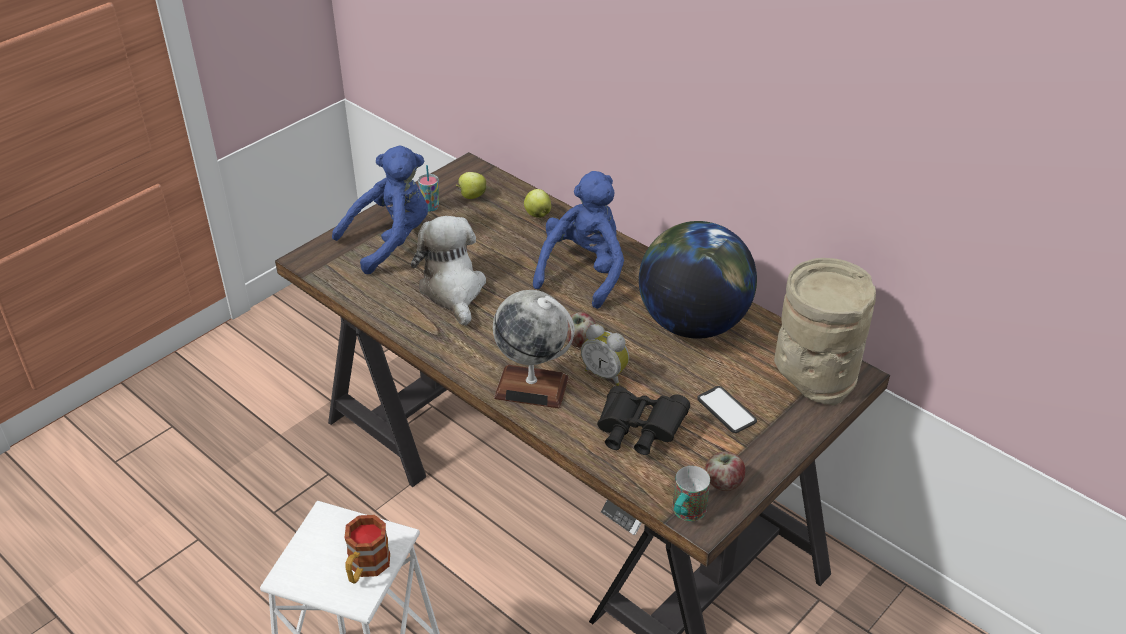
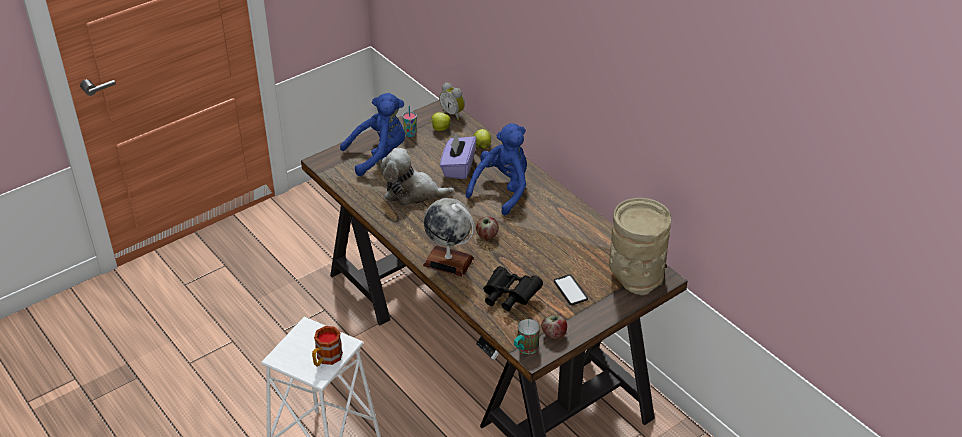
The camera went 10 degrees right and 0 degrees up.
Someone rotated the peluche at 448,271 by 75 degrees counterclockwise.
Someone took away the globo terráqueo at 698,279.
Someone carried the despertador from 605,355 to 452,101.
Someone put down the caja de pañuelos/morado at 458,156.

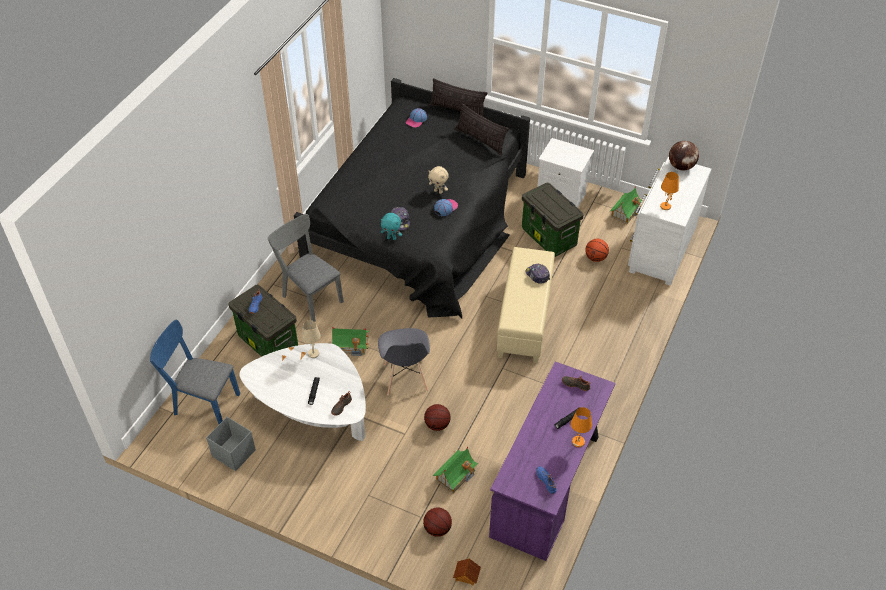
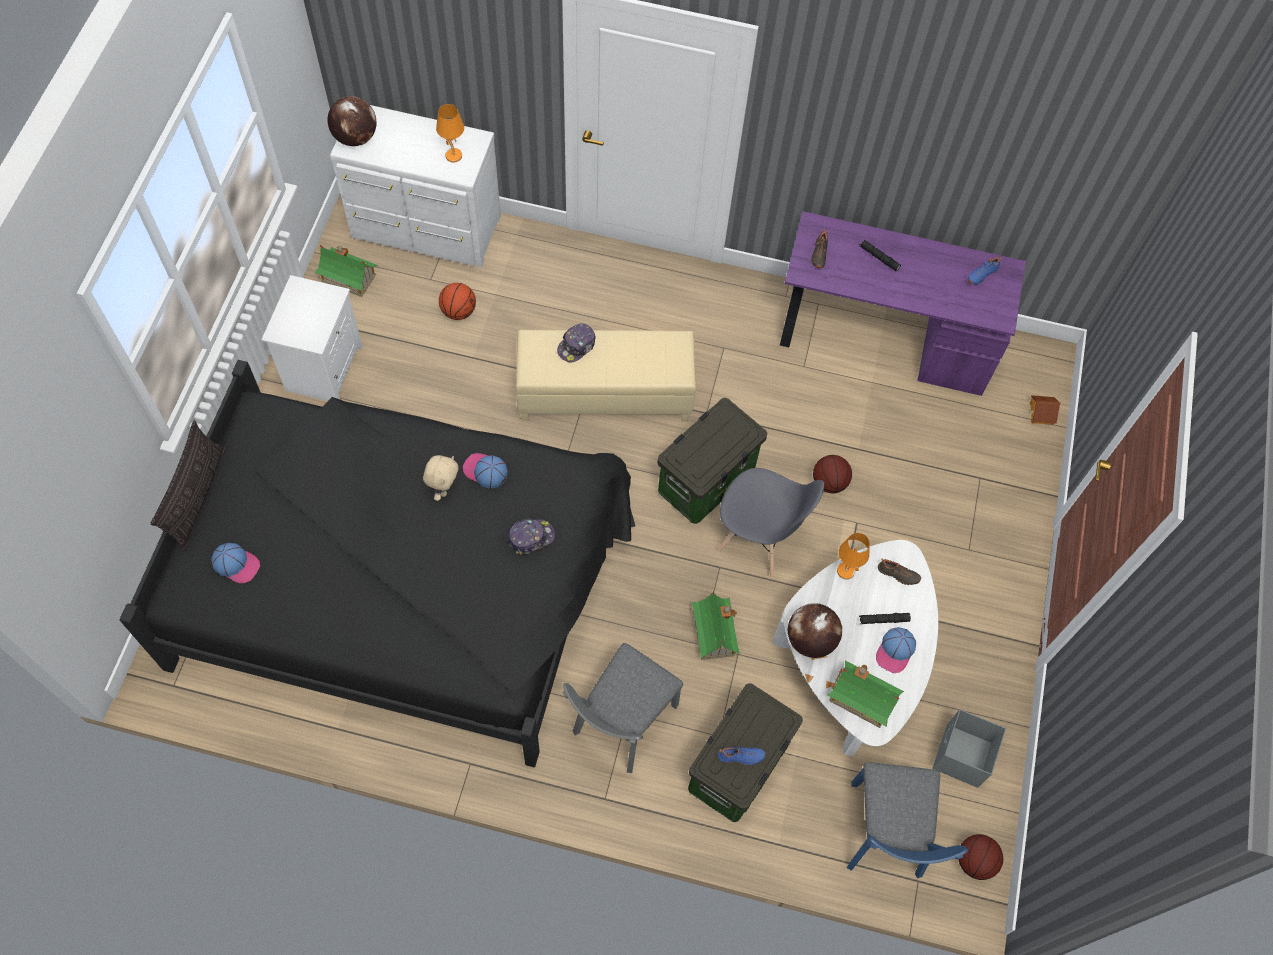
The camera went 105 degrees left and 15 degrees up.
Someone took away the cojín at 482,129.
Someone carried the caja de almacenaje from 553,220 to 712,461.
Someone took away the peluche/turquesa at 391,226.
Someone swapped the lámpara de mesa/beis at 311,339 for the globo terráqueo at 815,630.
Someone rotated the silla/gris at 404,362 by 45 degrees clockwise.
Someone carried the lámpara de mesa/naranja from 581,427 to 853,556.
Someone carried the casita from 455,470 to 866,694.
Someone carried the balón de baloncesto from 437,522 to 980,857.
Someone put down the gorra at 896,650.

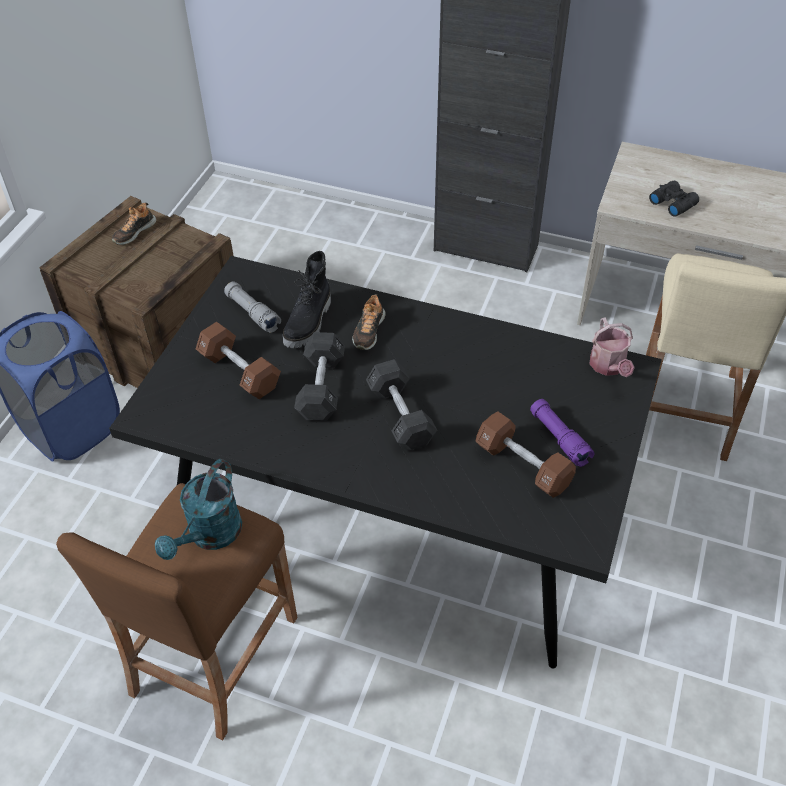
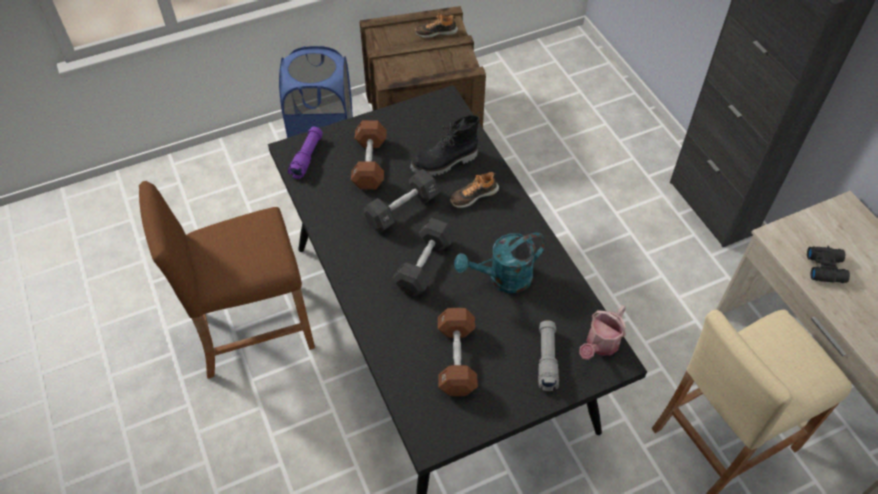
The camera went 45 degrees right and 5 degrees up.
Someone carried the linterna/gris from 252,307 to 548,356.
Someone carried the linterna/morado from 562,433 to 305,153.
Someone carried the regadera/turquesa from 198,509 to 500,263.

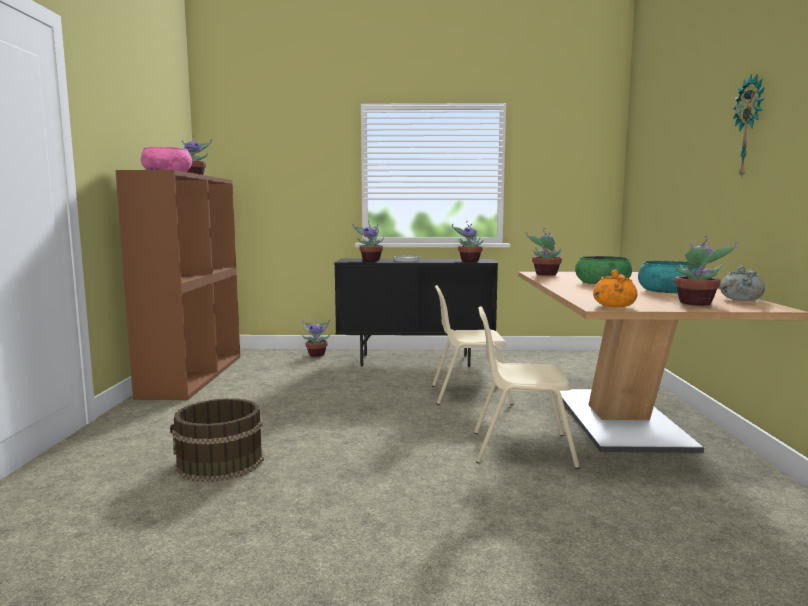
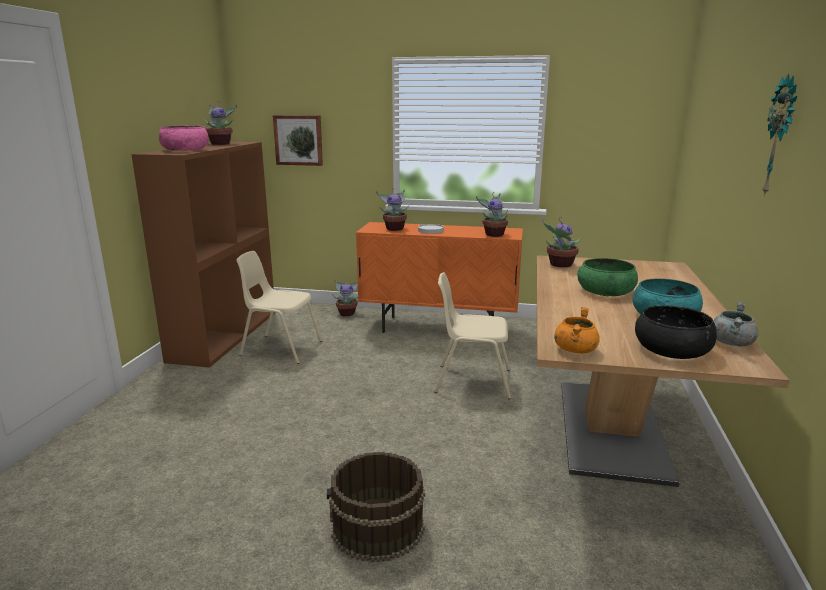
The camera went 10 degrees right and 10 degrees up.
Someone swapped the planta en maceta at 706,270 for the cuenco/negro at 676,332.
Someone repainted the armario/negro at 416,313, which became the armario/naranja at 439,277.
Someone carried the silla/beis from 527,387 to 280,307.
Someone carried the cubo/marrón from 217,440 to 376,507.
Someone put up the cuadro at 298,140.

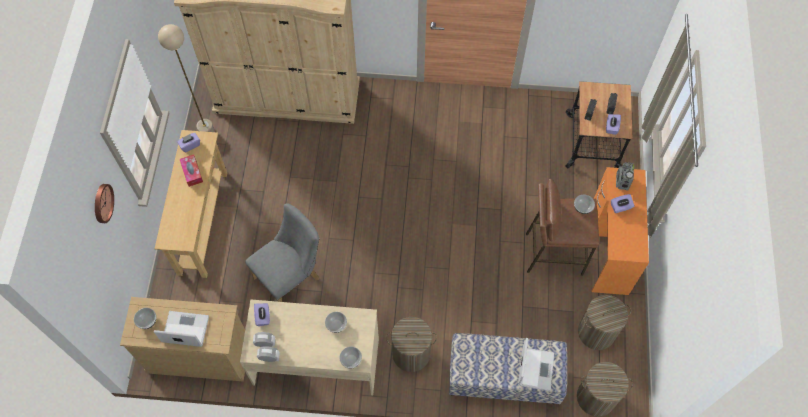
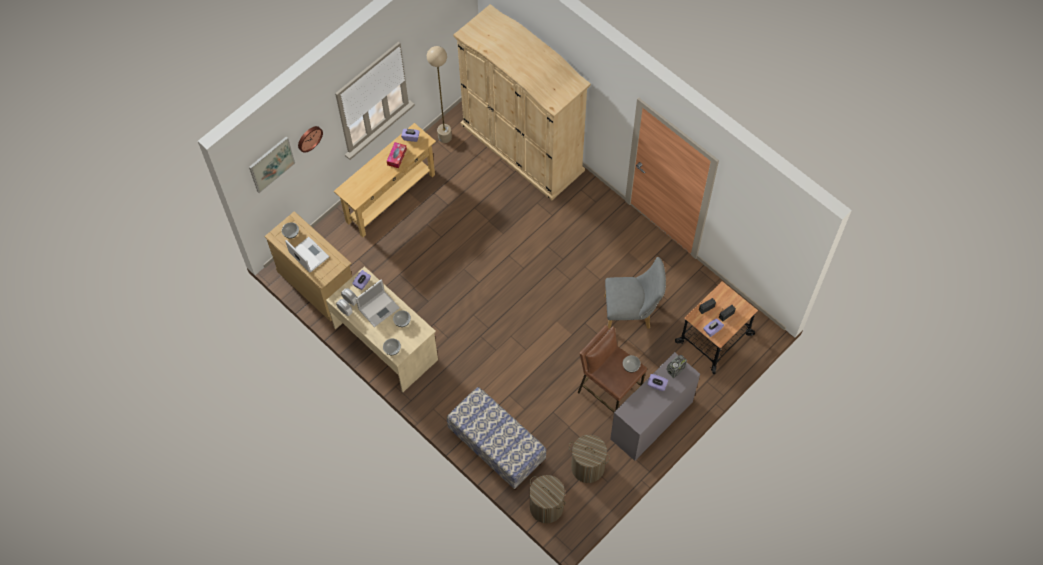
The camera went 40 degrees right and 0 degrees up.
Someone repainted the escritorio/naranja at 620,231, which became the escritorio/gris at 655,406.
Someone carried the silla/gris from 282,252 to 635,293.
Someone took away the cesto de la ropa at 411,344.
Someone carried the portátil from 536,364 to 378,303.
Someone put up the cuadro at 272,164.

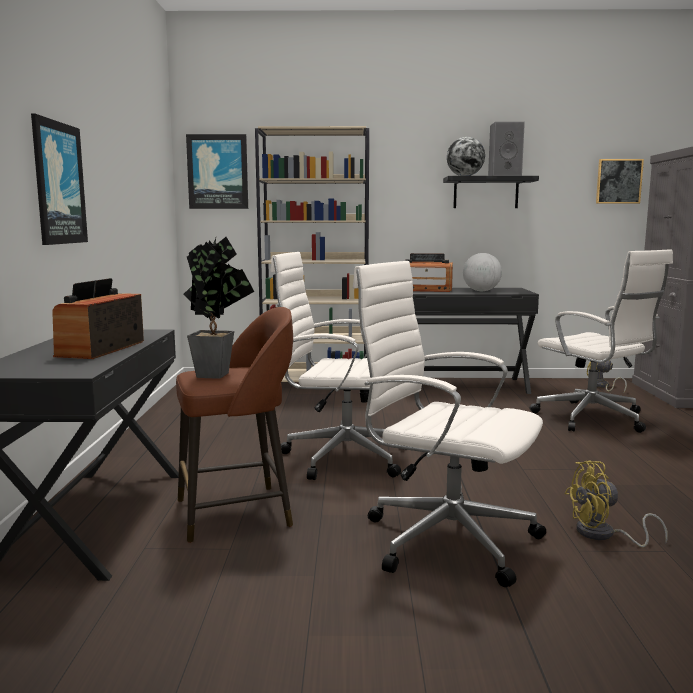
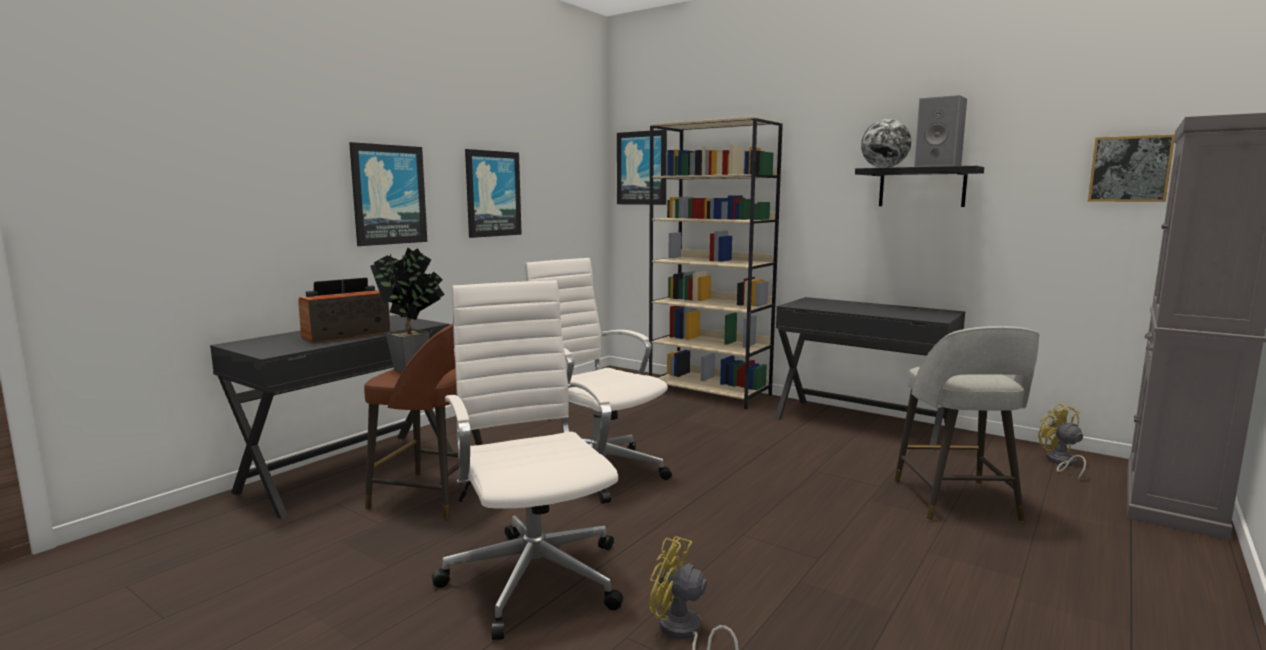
The camera went 35 degrees right and 0 degrees up.
Someone swapped the silla de oficina/blanco at 601,341 for the taburete/gris at 967,424.
Someone took away the radio at 429,272.
Someone took away the globo terráqueo at 482,272.
Someone put up the cuadro at 493,193.

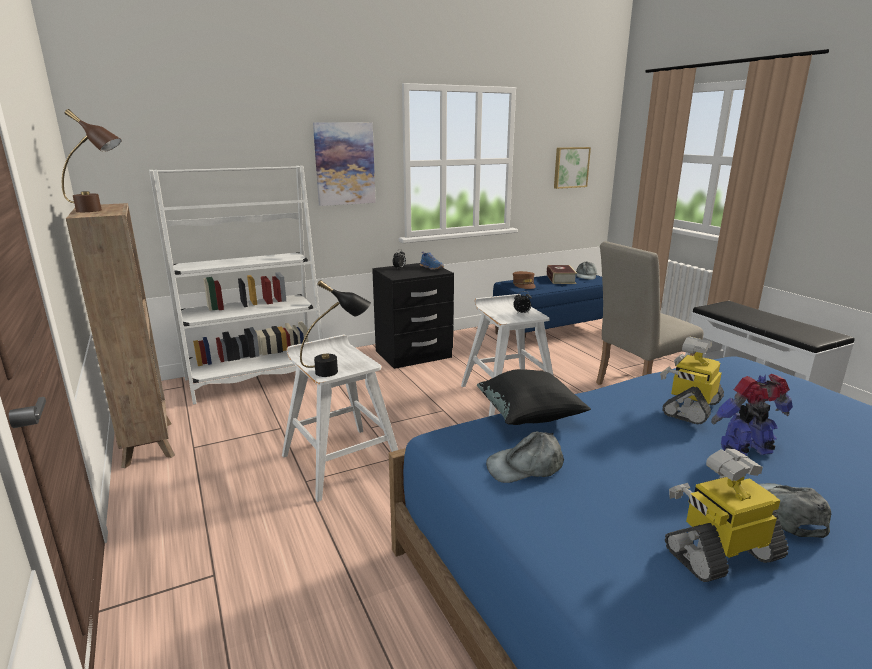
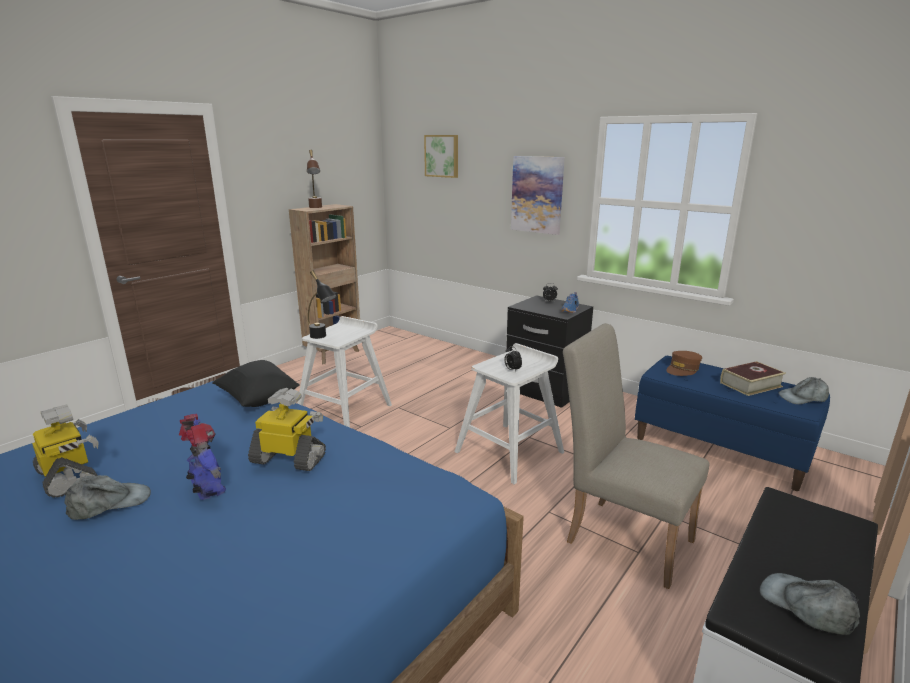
The camera went 65 degrees right and 0 degrees up.
Someone carried the cuadro from 572,168 to 441,156.
Someone took away the estantería/blanco at 236,285.
Someone carried the gorra/gris from 525,457 to 810,604.

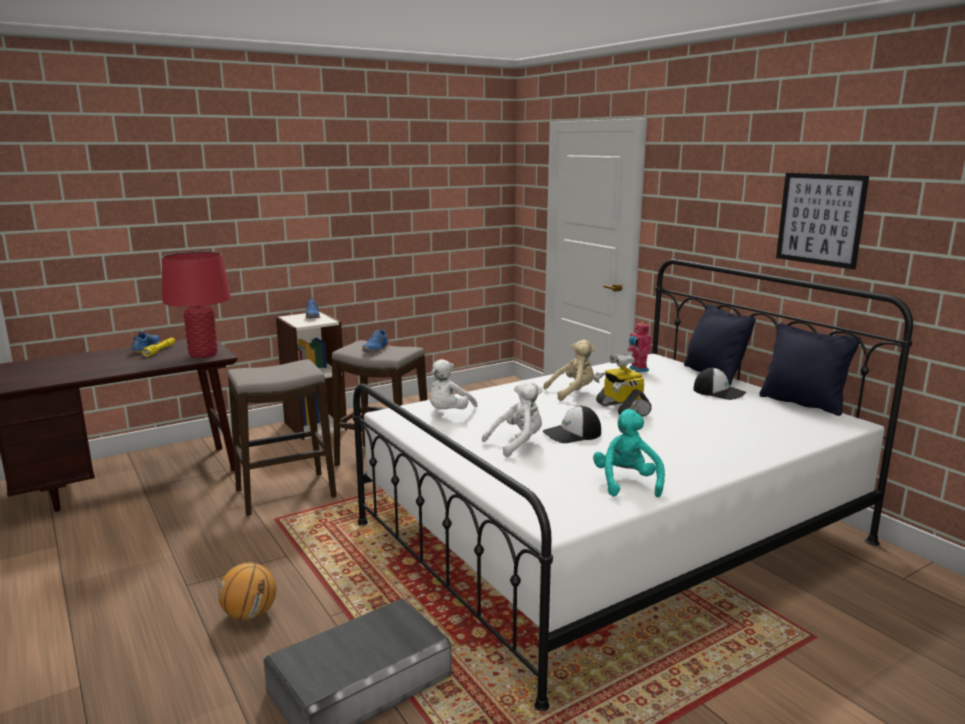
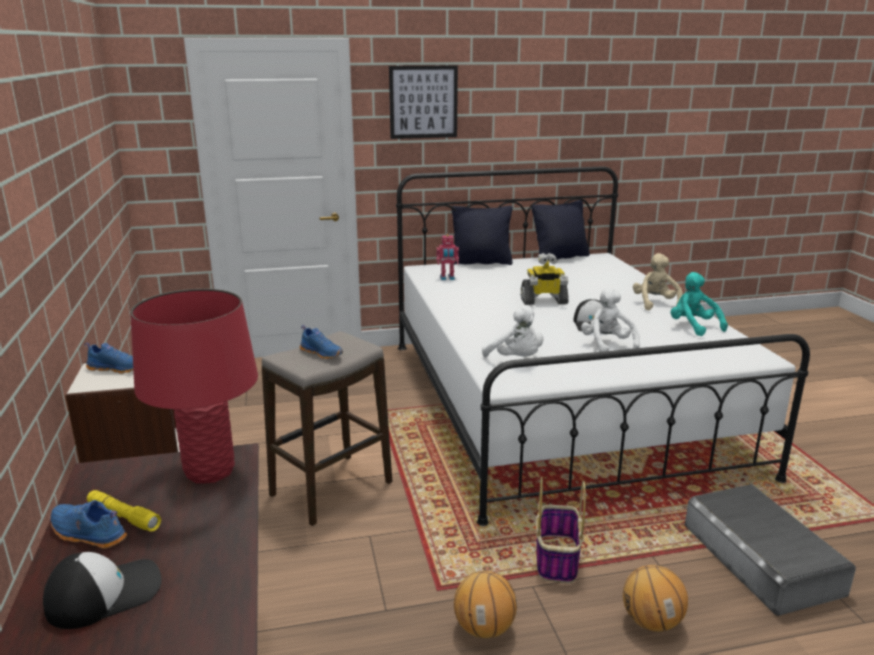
The camera went 70 degrees left and 5 degrees up.
Someone carried the cuadro from 822,221 to 423,102.
Someone carried the peluche/beis from 569,370 to 658,282.
Someone took away the taburete at 282,437.
Someone carried the gorra from 719,384 to 102,590.
Someone rotated the peluche/turquesa at 629,453 by 45 degrees clockwise.
Someone put down the cesta at 561,530.
Someone put down the balón de baloncesto at 485,604.

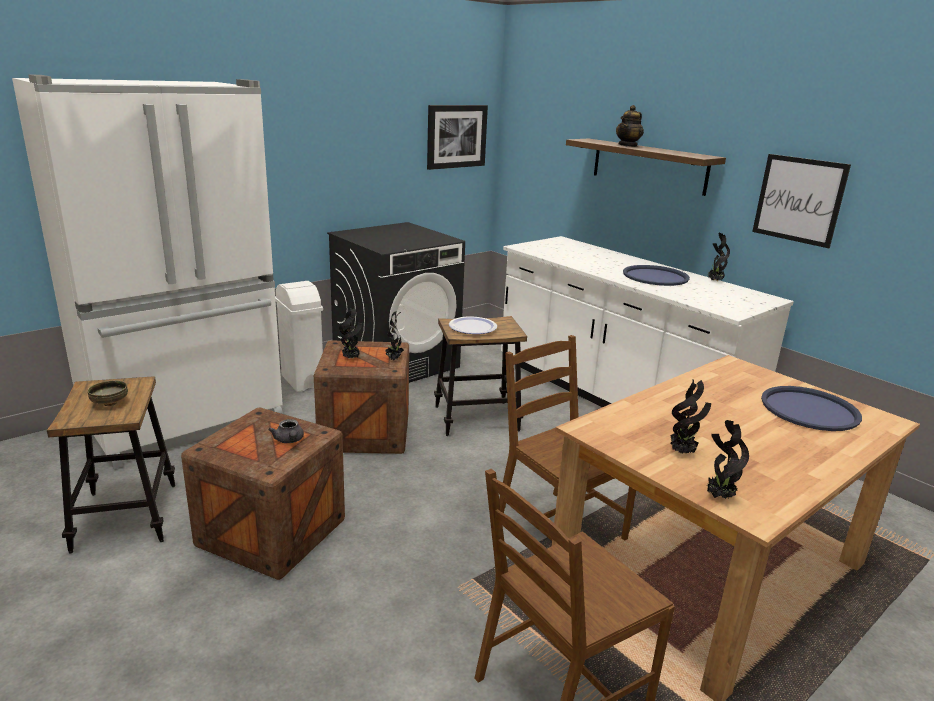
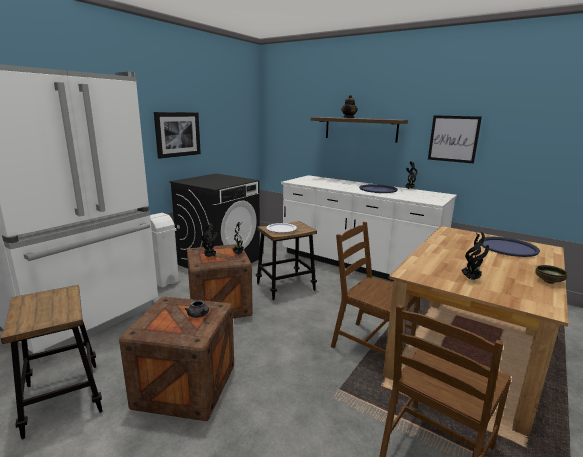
The camera went 15 degrees left and 5 degrees down.
Someone carried the cuadro from 457,137 to 177,135.
Someone carried the cuenco from 107,393 to 551,274.
Someone took away the planta en maceta at 728,459.

